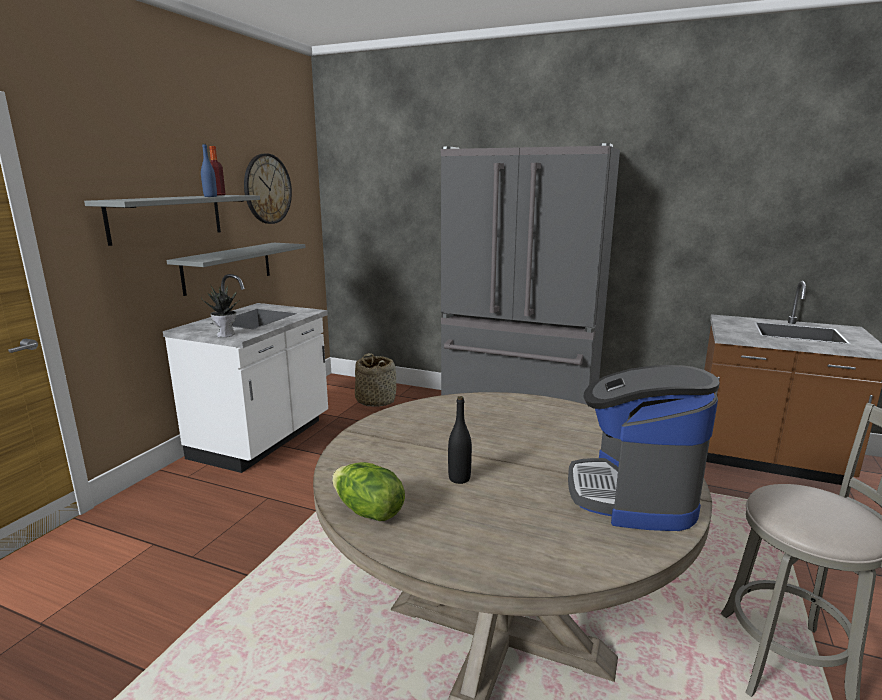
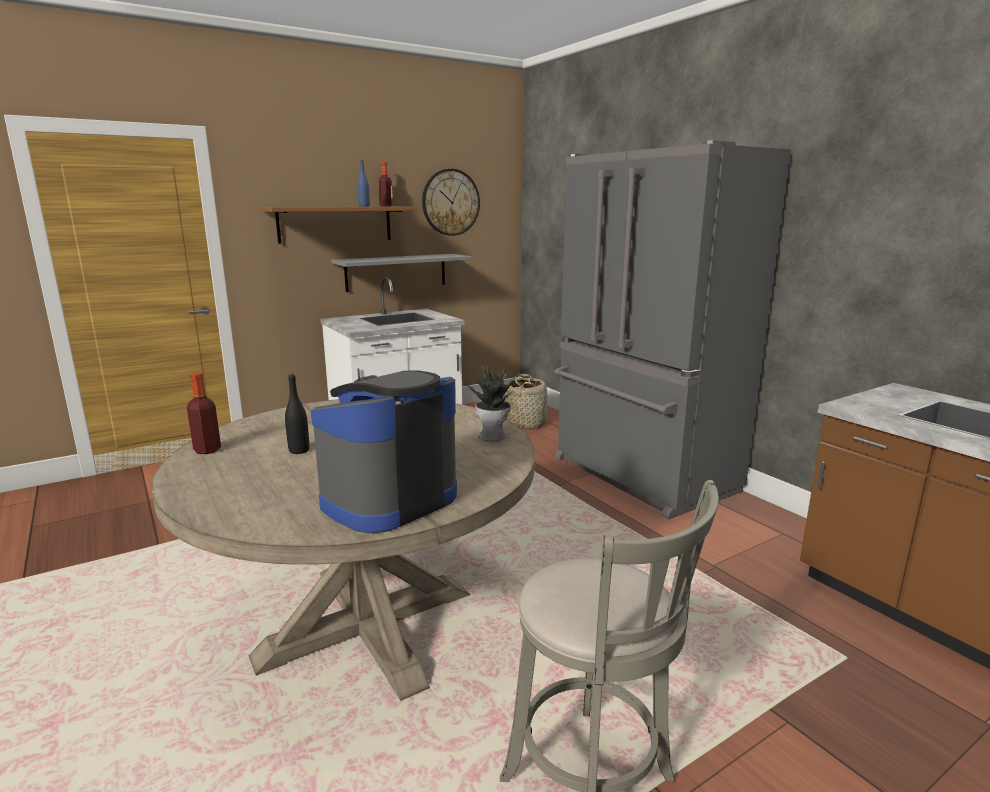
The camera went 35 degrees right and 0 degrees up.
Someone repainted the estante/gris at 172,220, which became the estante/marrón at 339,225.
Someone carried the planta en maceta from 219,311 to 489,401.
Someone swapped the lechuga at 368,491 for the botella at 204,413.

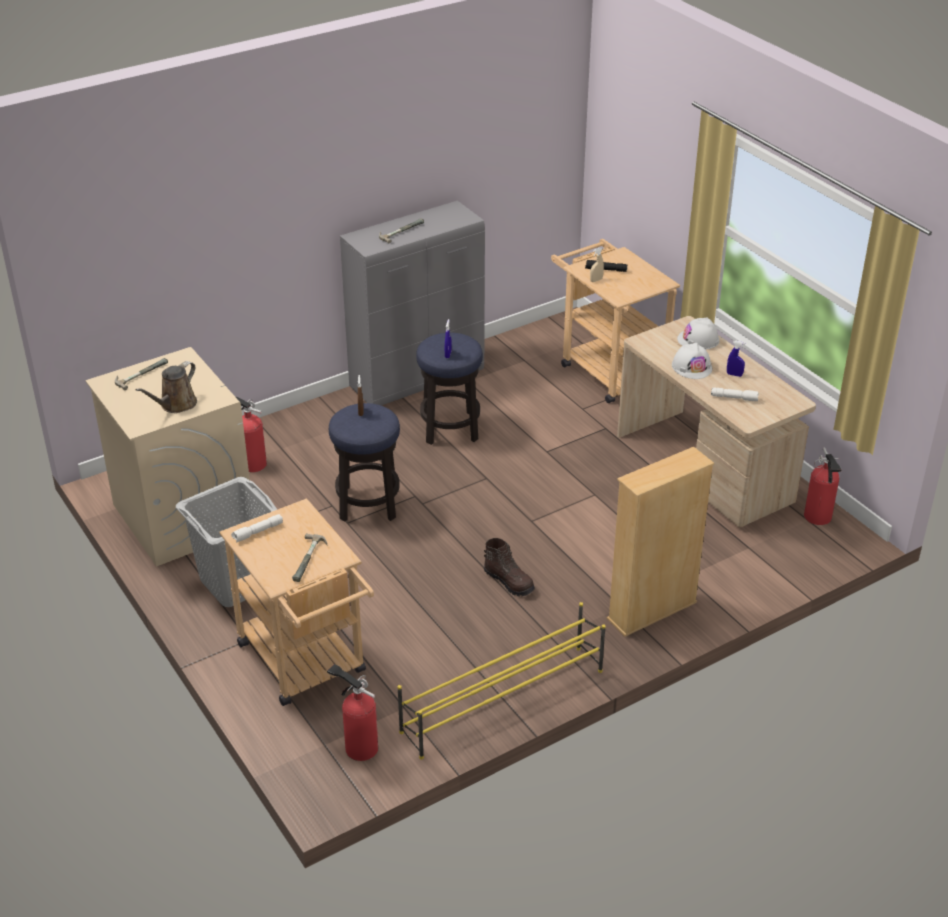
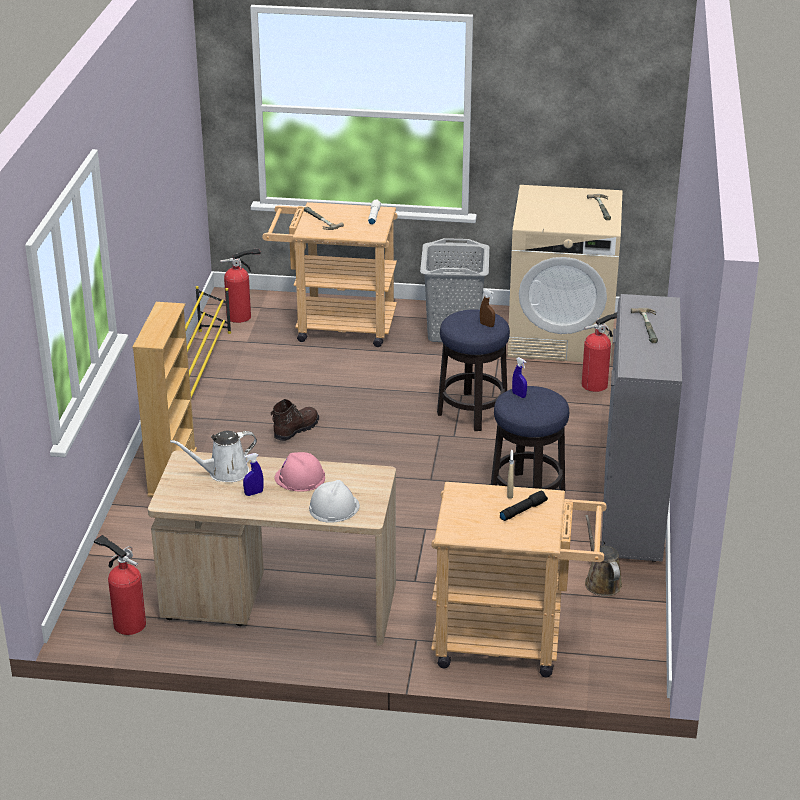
The camera went 130 degrees right and 5 degrees down.
Someone repainted the casco/blanco at 692,361, which became the casco/rosa at 299,471.
Someone carried the regadera/marrón from 166,387 to 603,555.
Someone swapped the linterna/blanco at 735,394 for the regadera/blanco at 213,456.
Someone rotated the bota/marrón at 509,567 by 135 degrees clockwise.

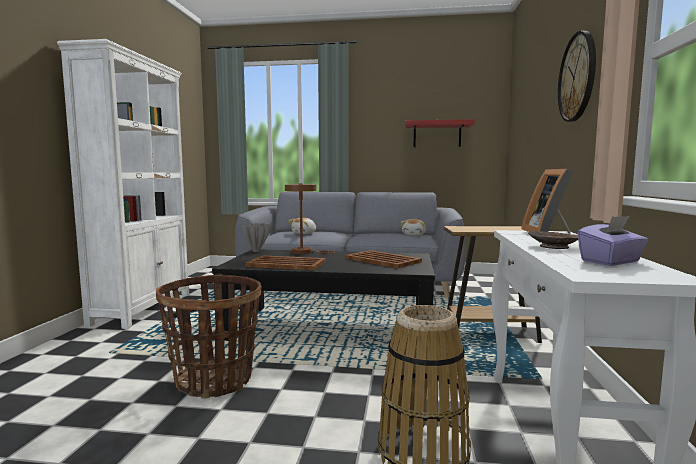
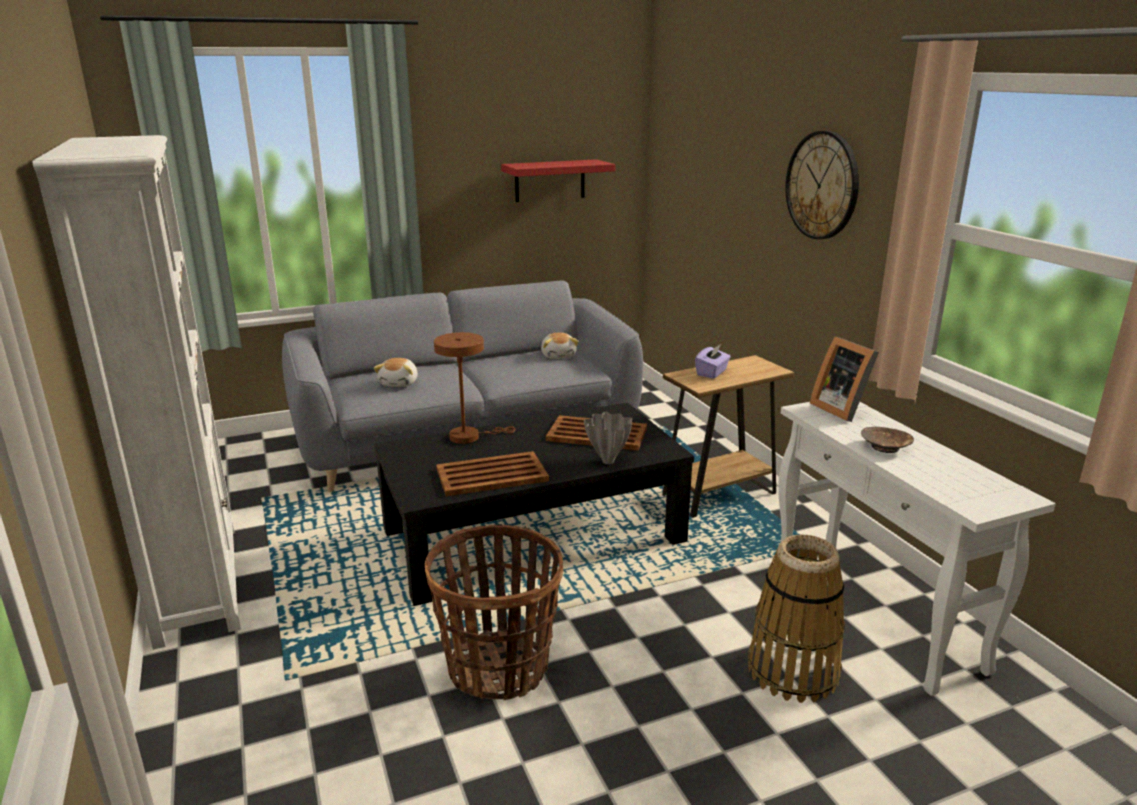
The camera went 30 degrees left and 15 degrees up.
Someone carried the caja de pañuelos/morado from 612,241 to 713,361.
Someone carried the florero/gris from 255,237 to 608,437.

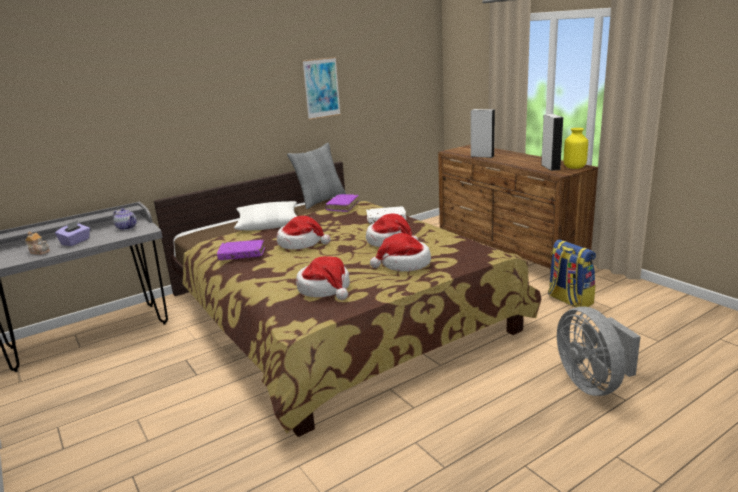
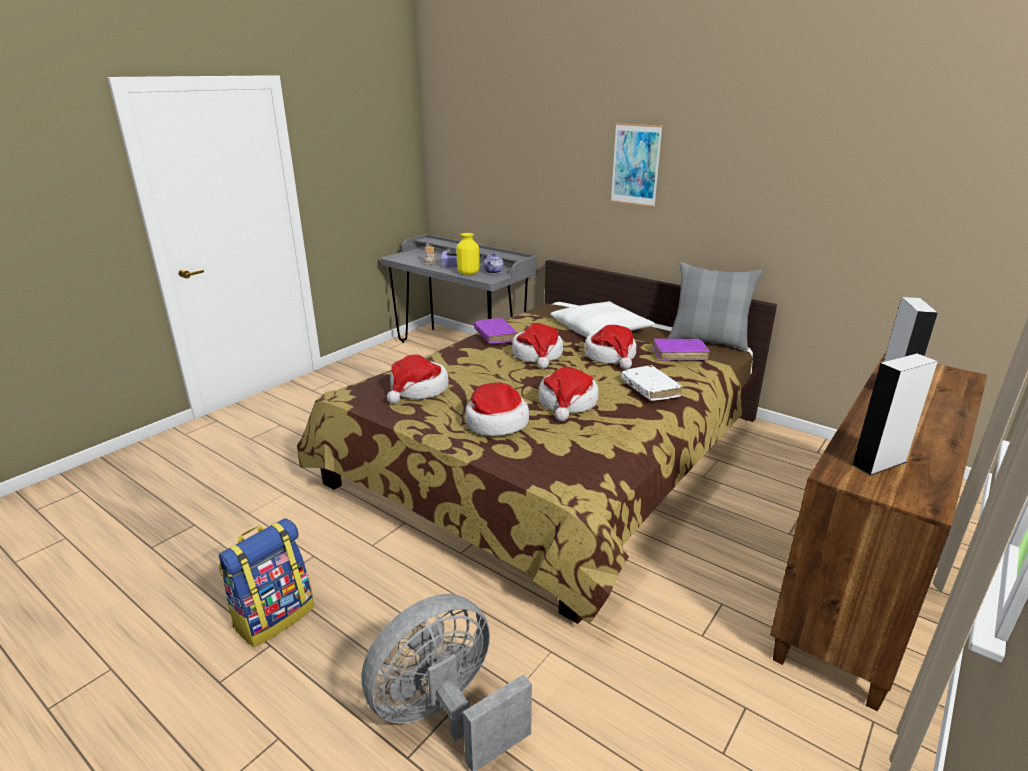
The camera went 70 degrees right and 5 degrees up.
Someone carried the cuadro from 321,88 to 637,165.
Someone carried the florero/amarillo from 576,148 to 468,254.
Someone carried the mochila from 572,273 to 266,582.
Someone put down the sombrero at 610,347.

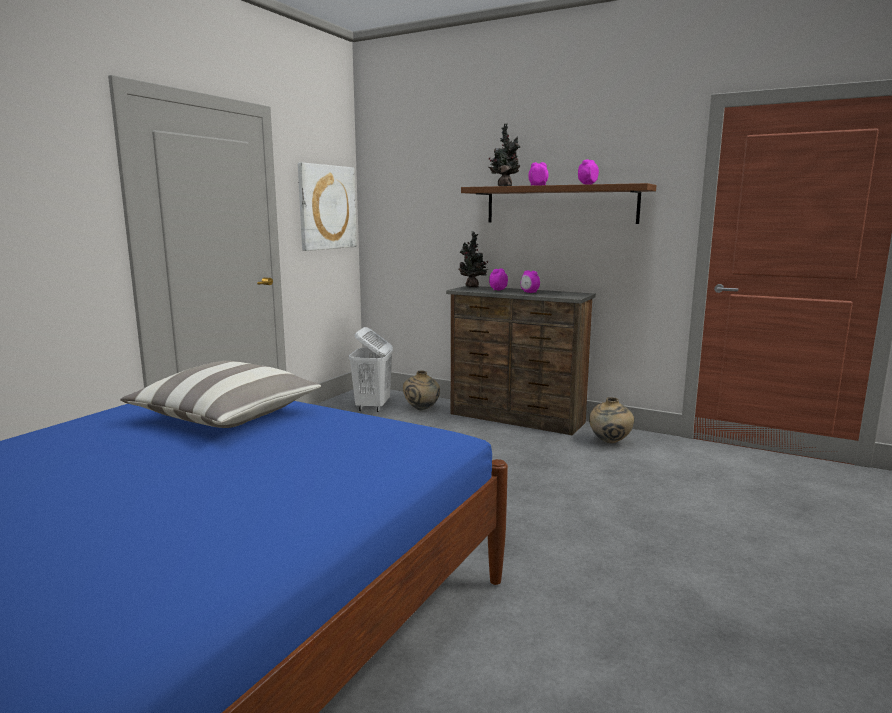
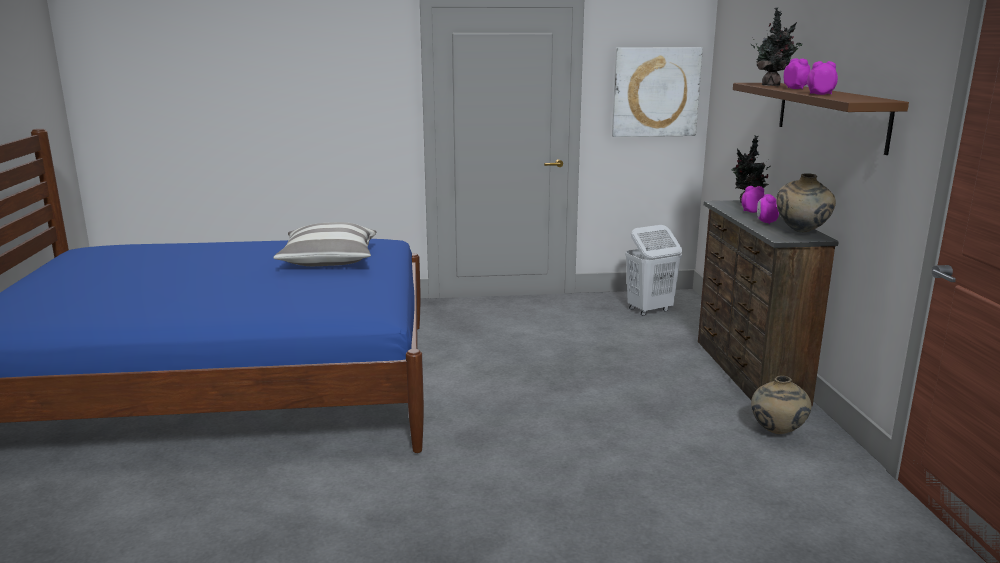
The camera went 55 degrees right and 5 degrees up.
Someone carried the florero/beis from 421,390 to 806,202.

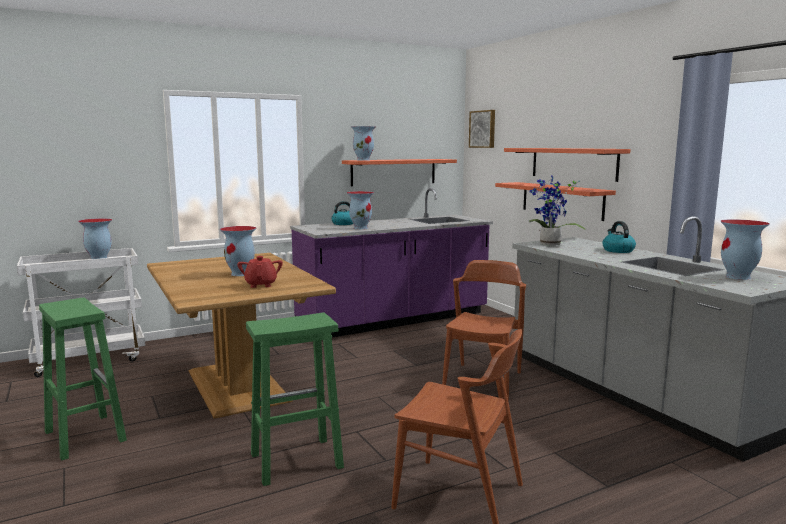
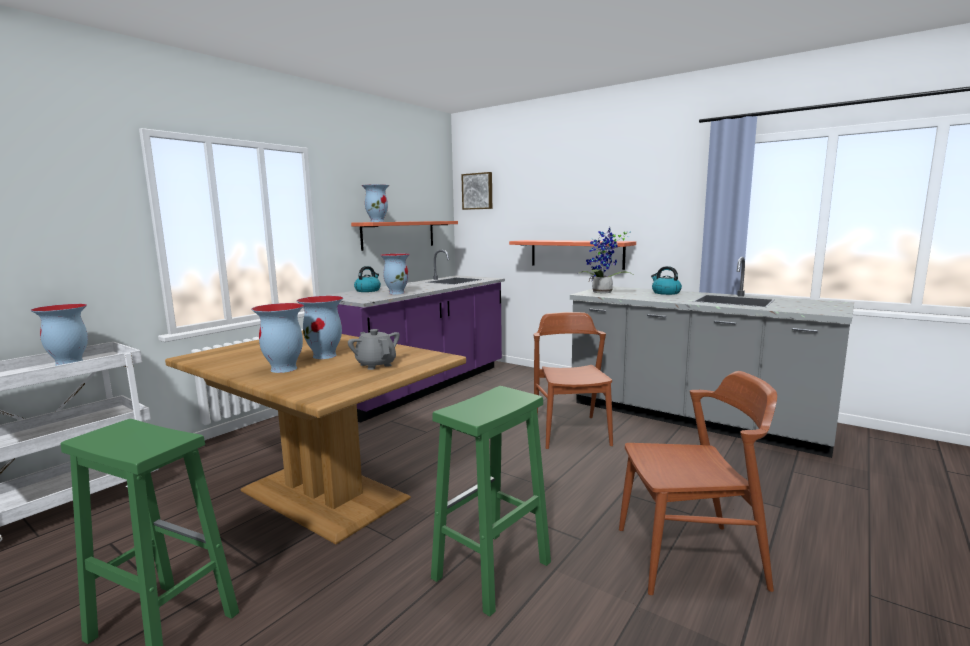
The camera went 25 degrees left and 0 degrees up.
Someone took away the estante at 567,165.
Someone carried the florero from 745,249 to 277,338.
Someone repainted the tetera/rojo at 260,272, which became the tetera/gris at 374,349.

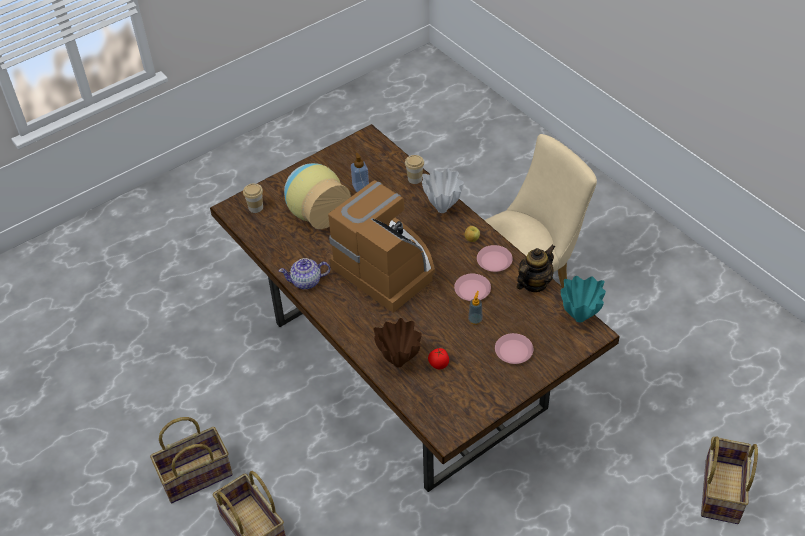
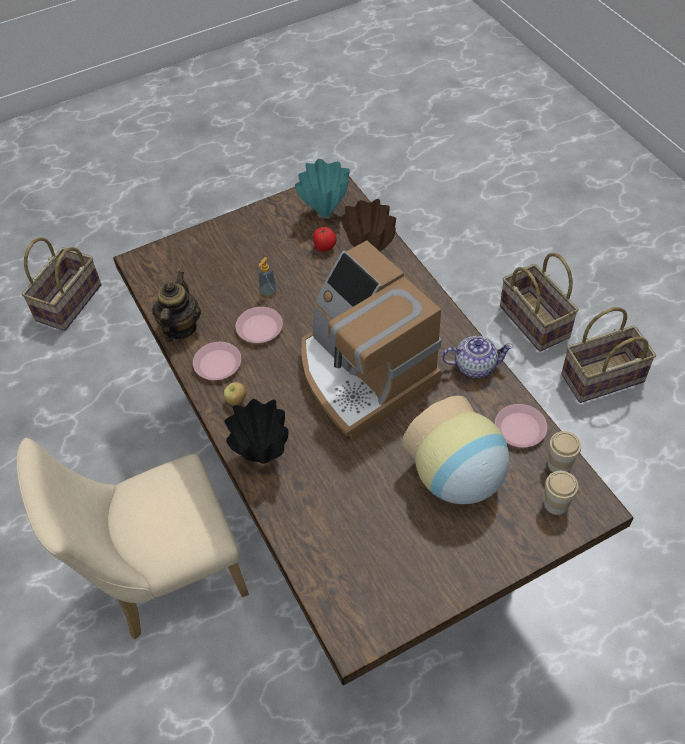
The camera went 170 degrees left and 5 degrees up.
Someone took away the dispensador de jabón at 360,172.
Someone carried the taza from 414,169 to 564,451.
Someone repainted the florero/blanco at 443,190, which became the florero/negro at 256,431.
Someone rotated the tetera at 536,268 by 135 degrees clockwise.
Someone carried the florero/turquesa from 583,299 to 322,188.
Someone carried the plato/rosa from 514,348 to 521,426.

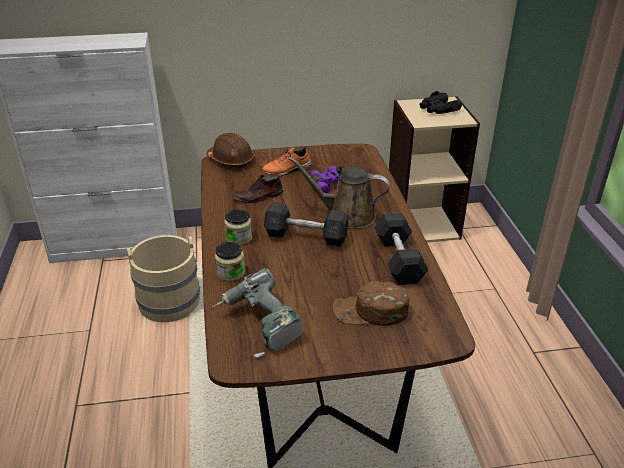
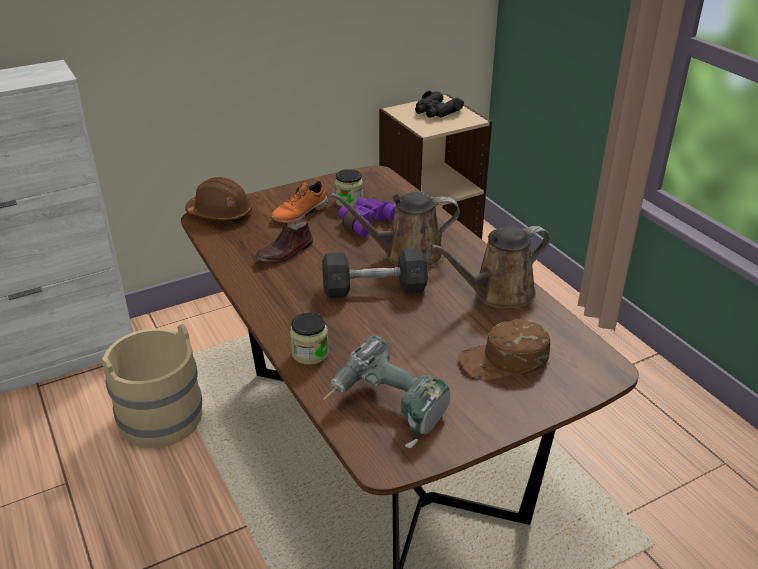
The camera went 20 degrees left and 0 degrees up.
Someone carried the tarro from 238,227 to 349,188.
Someone swapped the mancuerna/gris at 401,248 for the regadera/marrón at 490,267.

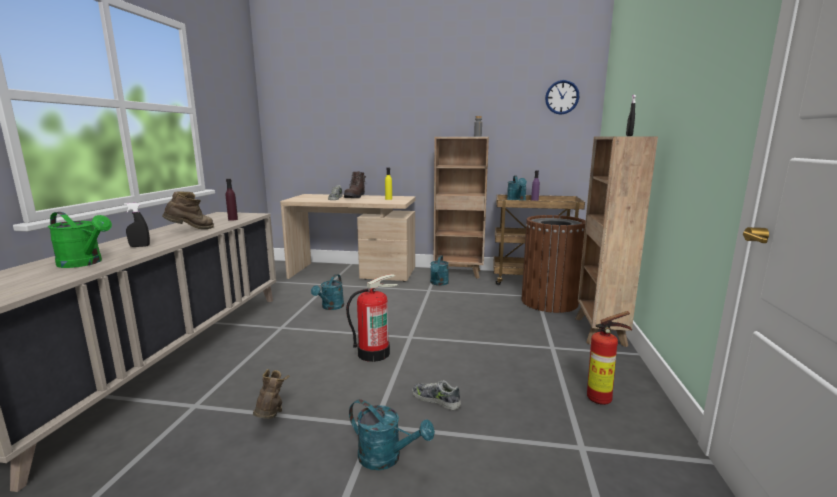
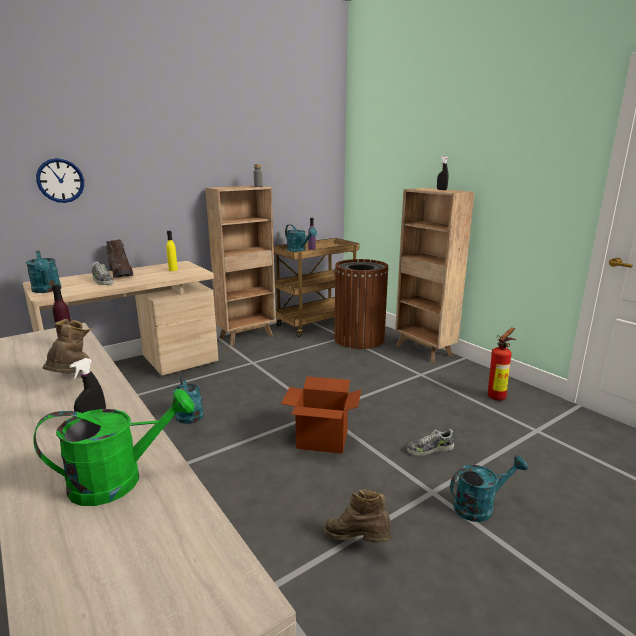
The camera went 45 degrees left and 5 degrees up.
Someone carried the reloj de pared from 562,97 to 60,180.
Someone carried the regadera/turquesa from 439,270 to 44,272.
Someone swapped the extintor at 371,318 for the caja de cartón at 321,415.

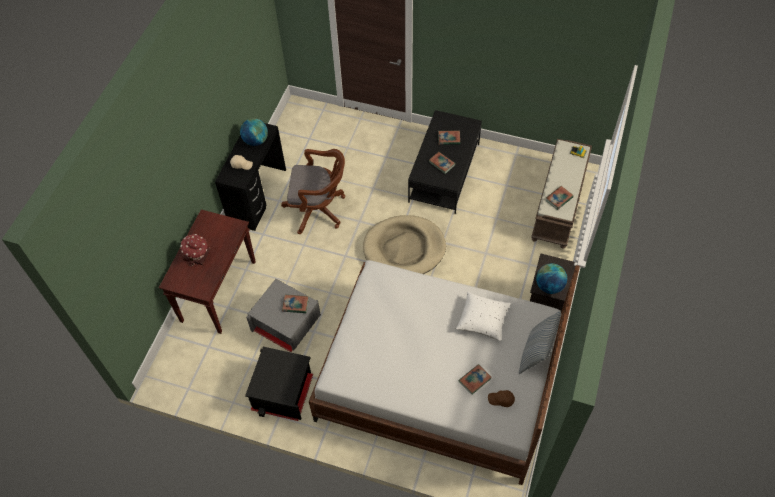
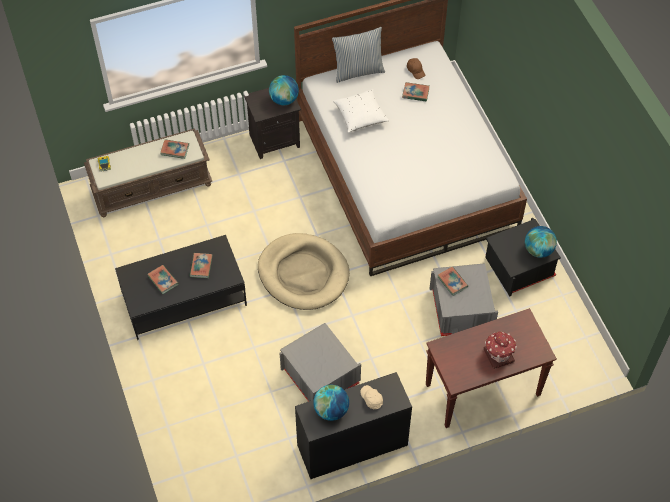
The camera went 130 degrees left and 0 degrees up.
Someone swapped the silla de oficina/marrón at 313,191 for the caja de almacenaje/gris at 320,362.
Someone put down the globo terráqueo at 541,242.

